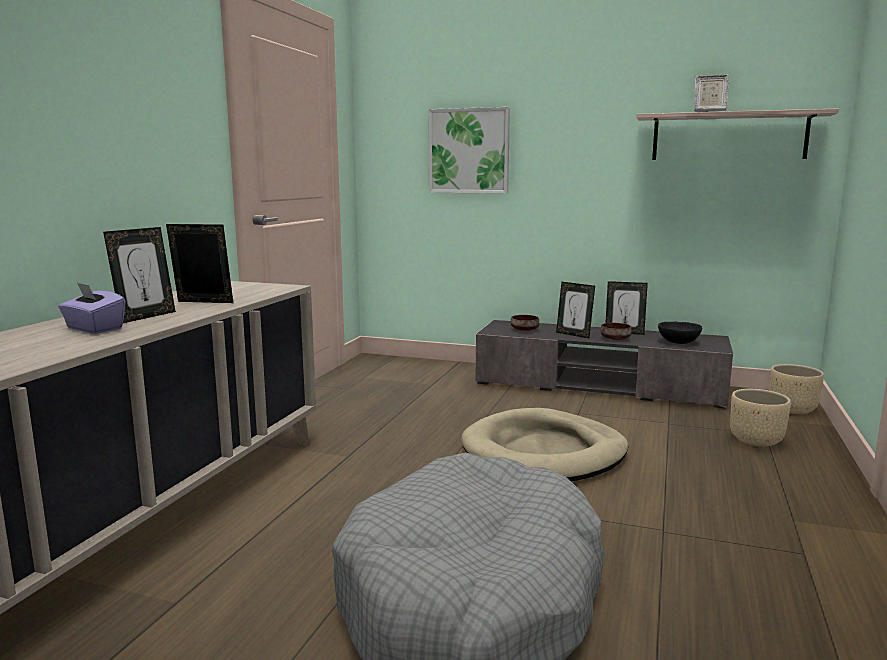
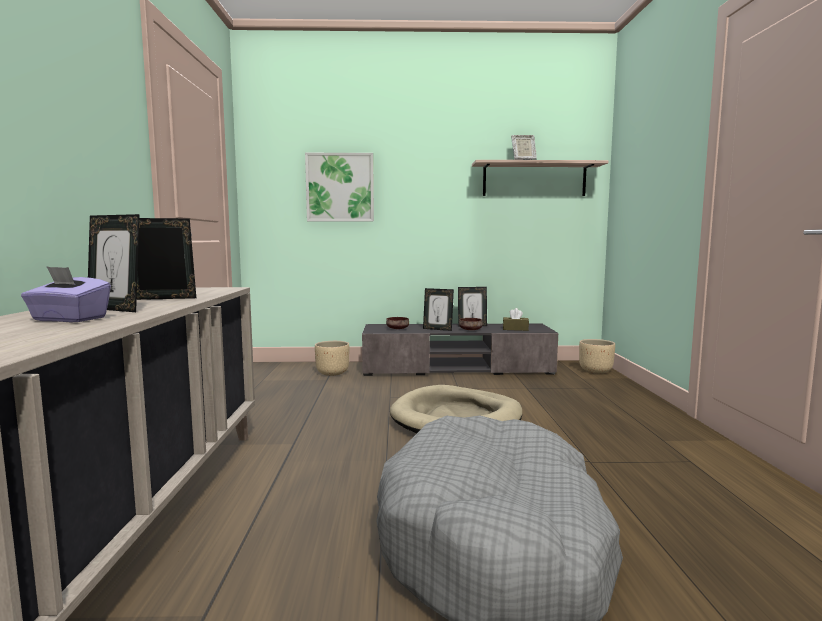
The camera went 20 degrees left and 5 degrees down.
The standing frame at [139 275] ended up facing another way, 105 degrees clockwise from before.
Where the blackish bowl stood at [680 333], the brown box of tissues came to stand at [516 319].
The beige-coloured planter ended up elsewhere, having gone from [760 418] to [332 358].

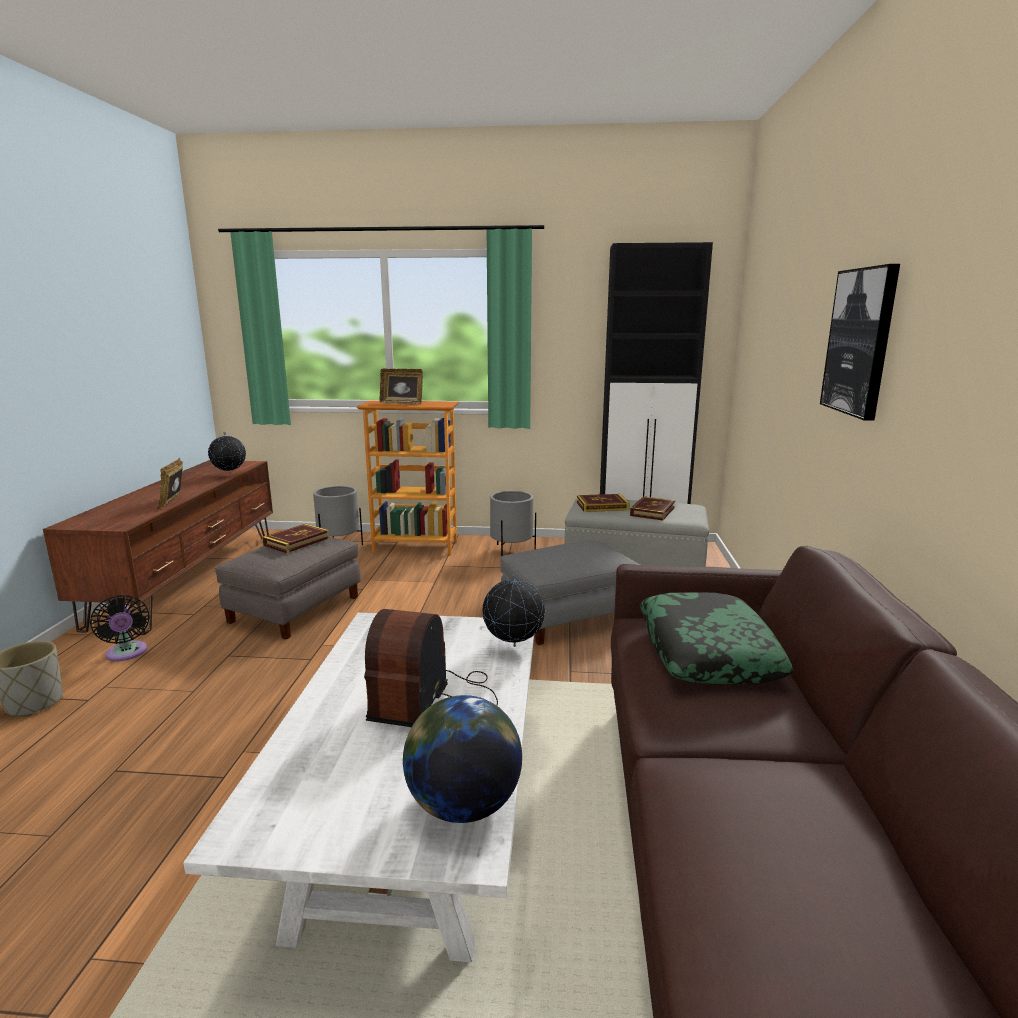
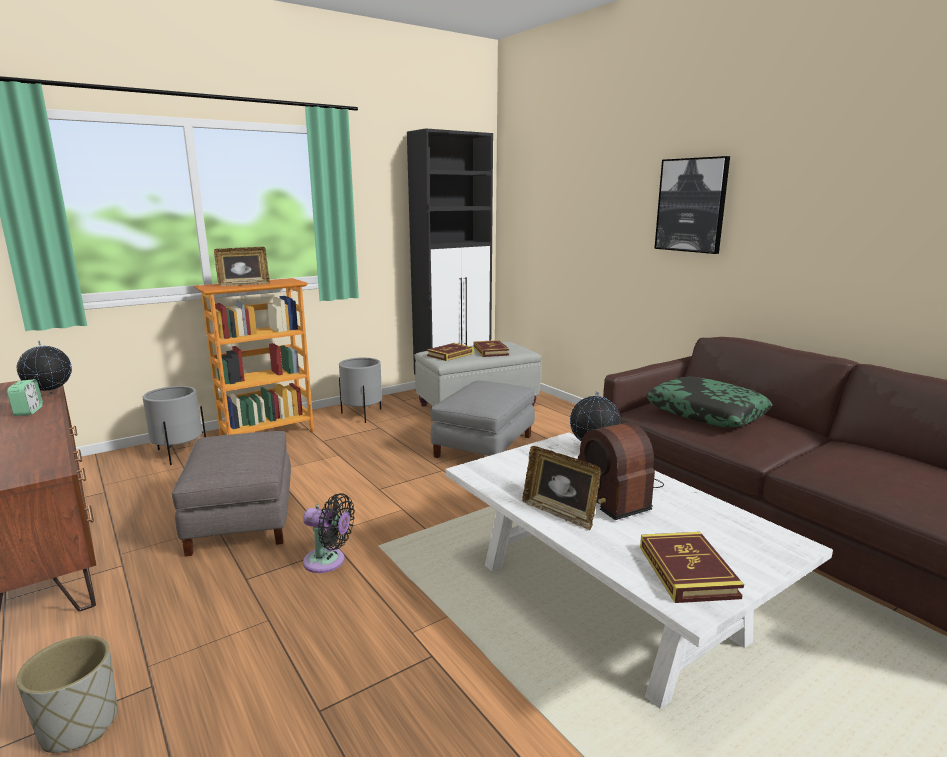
The camera went 40 degrees left and 0 degrees up.
The blackish fan ended up elsewhere, having gone from [120 628] to [329 533].
The standing frame ended up elsewhere, having gone from [170 483] to [561 488].
The book ended up elsewhere, having gone from [296 538] to [692 567].
The second view lost the desk globe at [462 759].
The second view gained the alarm clock at [25 397].

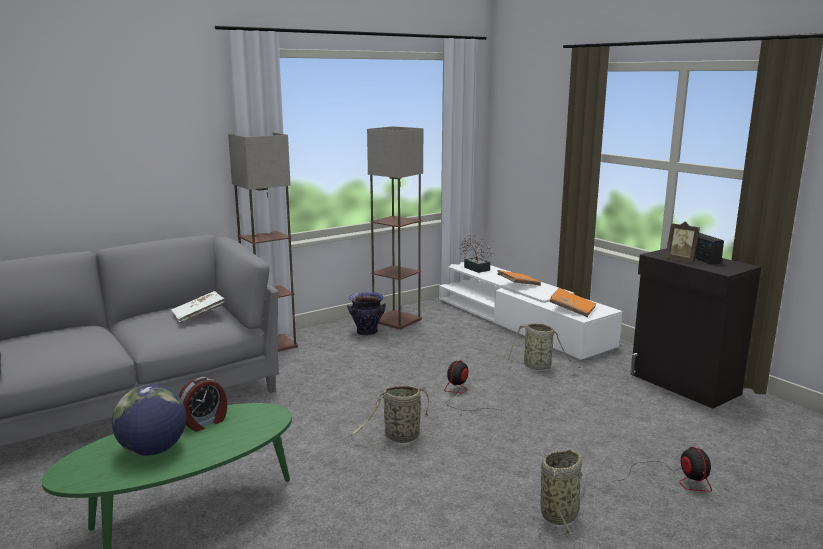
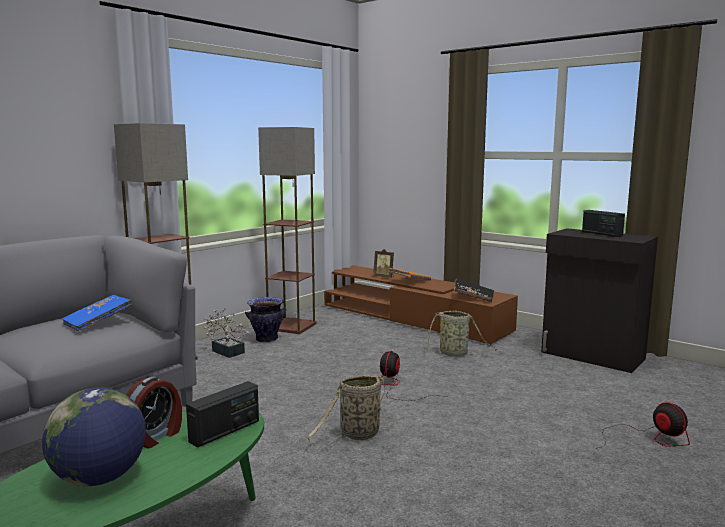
The camera went 15 degrees left and 5 degrees down.
What was the whitish book at [198 307] turned into the blue book at [97 313].
What was the whitish media console at [530 311] turned into the brown media console at [421 304].
The plant in a pot ended up elsewhere, having gone from [476 253] to [226 333].
The second view lost the household basket at [560 492].
What was the orange book at [572 302] turned into the blackish book at [474 290].
The standing frame ended up elsewhere, having gone from [683 241] to [383 263].
The second view gained the radio set at [222 414].

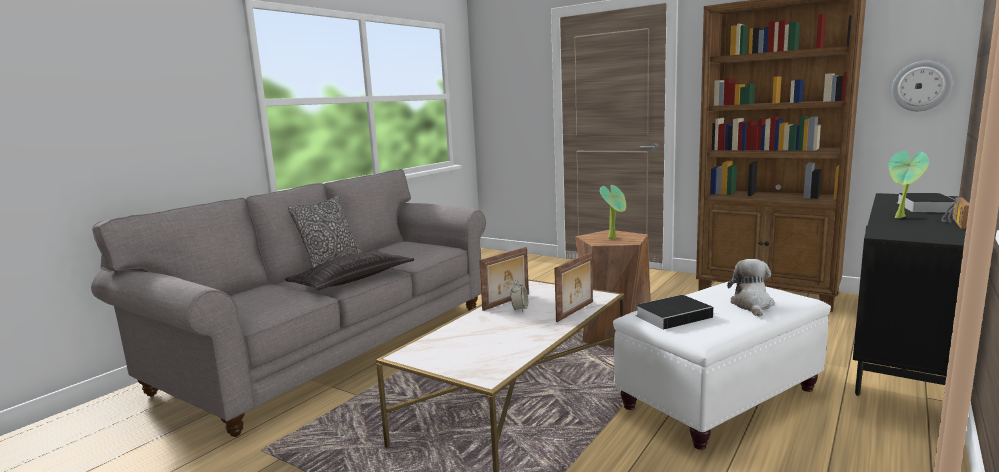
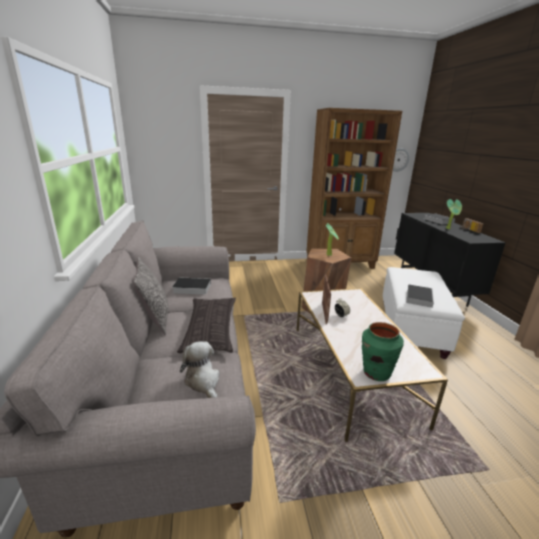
The camera went 45 degrees left and 10 degrees up.
The second view lost the standing frame at [573 287].
The plush toy ended up elsewhere, having gone from [751 288] to [200 369].
The second view gained the book at [191 286].
The second view gained the greenish flower vase at [383 351].

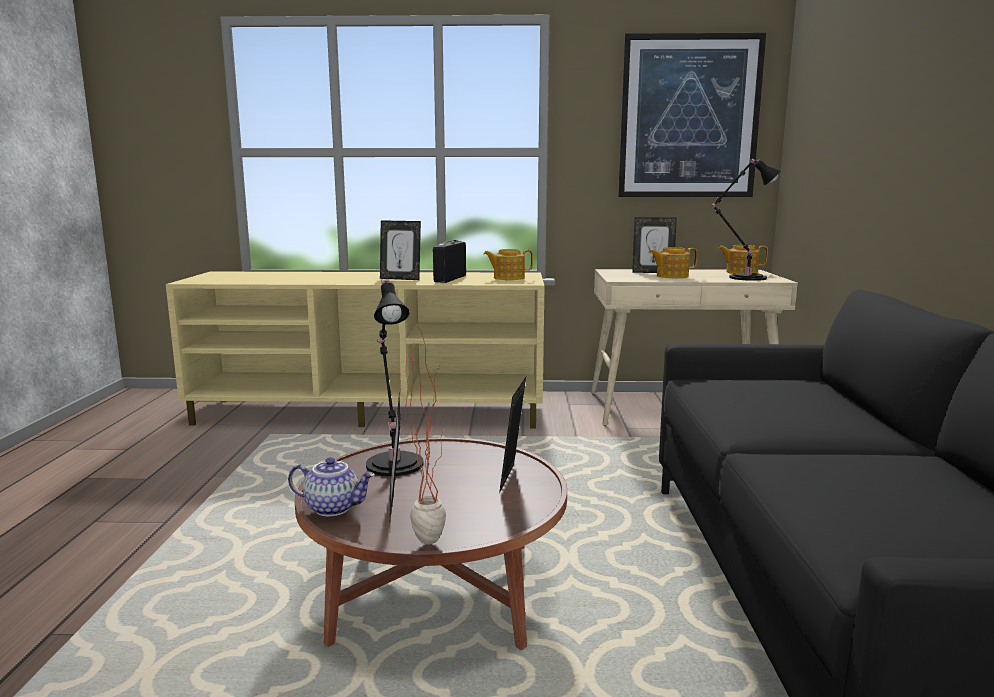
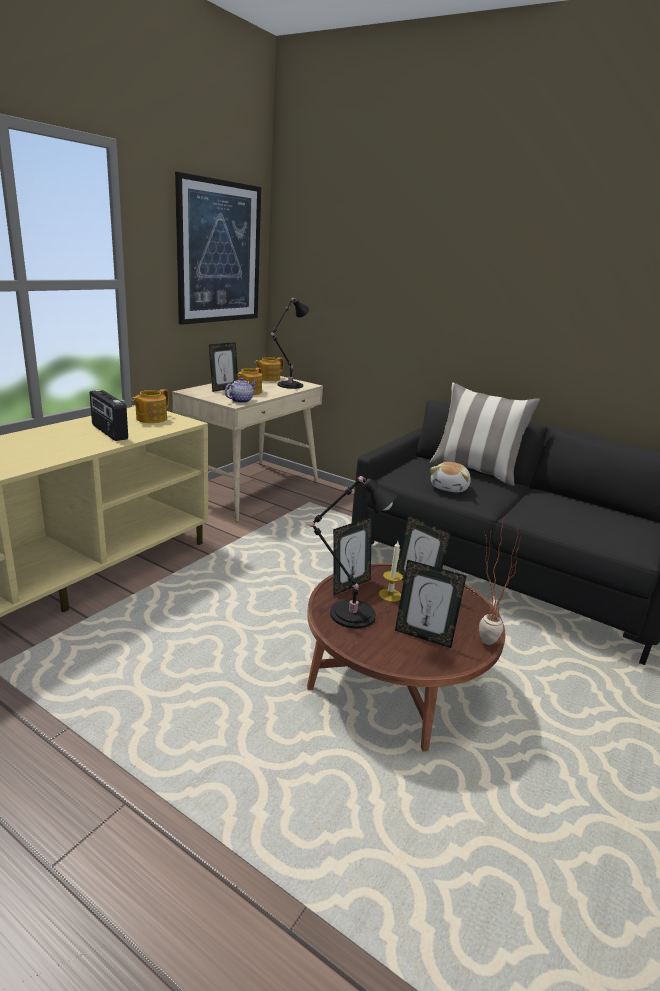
The camera went 60 degrees left and 10 degrees up.
The pot for tea ended up elsewhere, having gone from [331 486] to [240 390].
The standing frame ended up elsewhere, having gone from [400 250] to [352 556].
The second view gained the wax light at [391 571].
The second view gained the pillow at [485 434].
The second view gained the plush toy at [450 477].

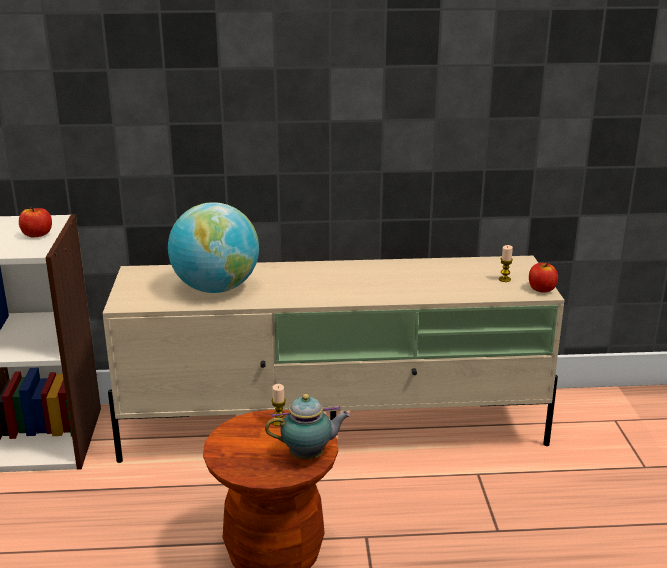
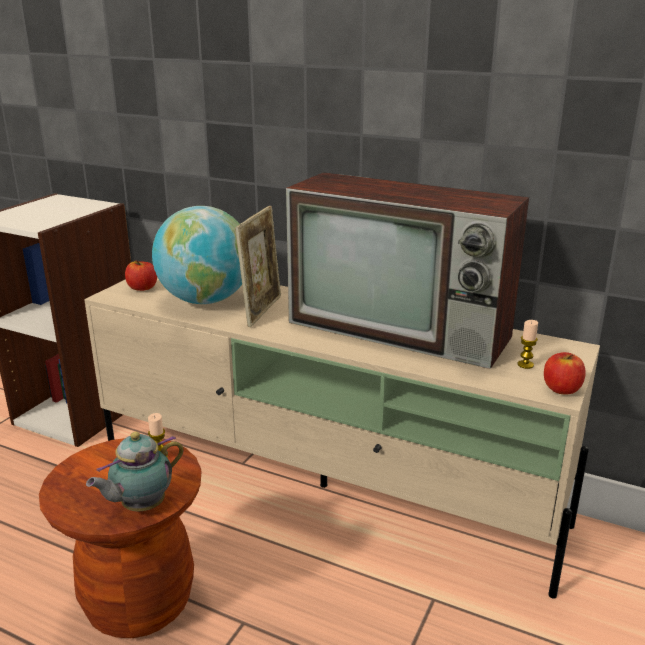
The camera went 30 degrees right and 0 degrees up.
The apple ended up elsewhere, having gone from [35 222] to [141 275].
The pot for tea at [307 427] ended up facing another way, 120 degrees clockwise from before.
The second view gained the standing frame at [258 266].
The second view gained the television at [407 270].

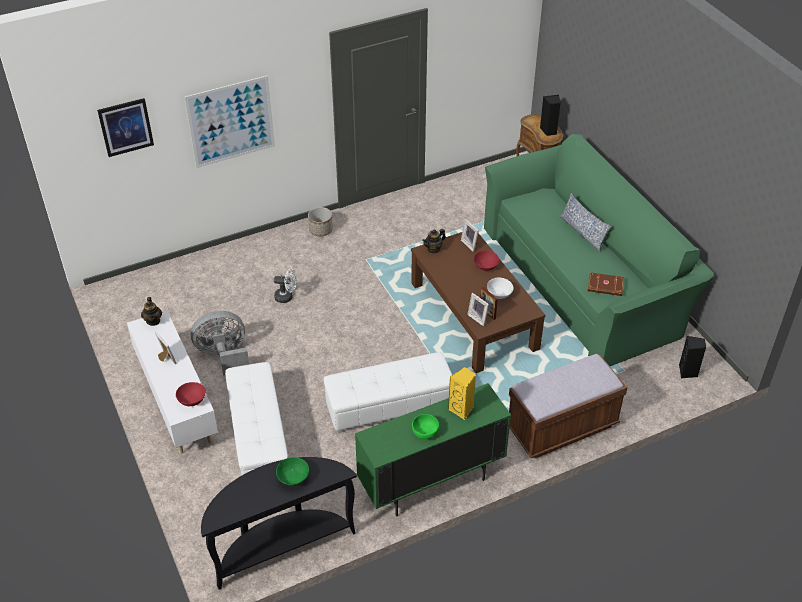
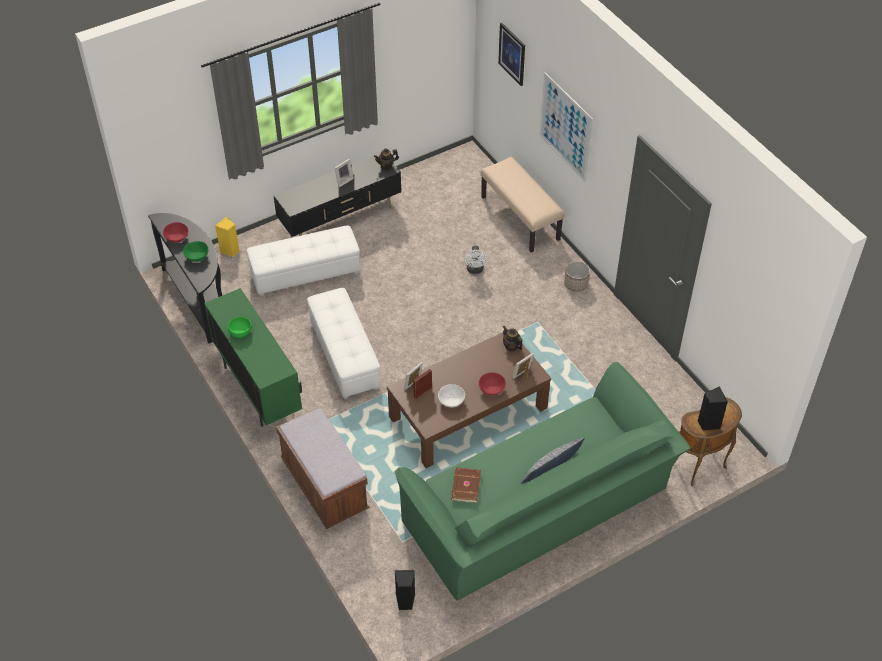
The camera went 85 degrees right and 5 degrees up.
What was the whitish media console at [172 381] turned into the blackish media console at [337 195].
The red-coloured bowl ended up elsewhere, having gone from [191 394] to [175 232].
The second view lost the greyish fan at [220 343].
The yellow-coloured loudspeaker ended up elsewhere, having gone from [462 393] to [227 237].
The second view gained the beige-coloured long seat at [522 205].

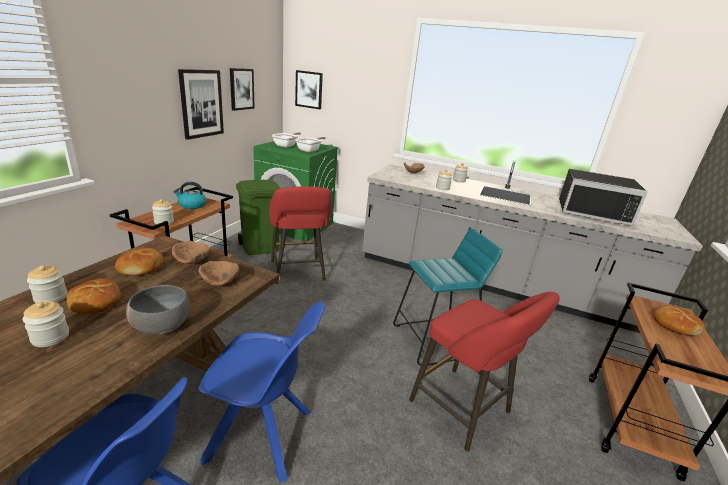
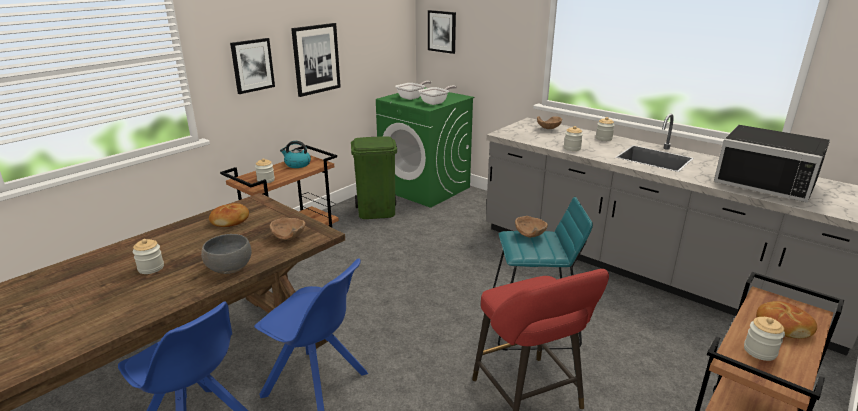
The camera went 20 degrees right and 0 degrees up.
The preserve jar ended up elsewhere, having gone from [47 284] to [764 339].
The second view lost the bakery bread at [93 296].
The brown bowl ended up elsewhere, having gone from [191 252] to [531 227].
The wall art ended up elsewhere, having gone from [242 89] to [252 66].
The second view lost the red-coloured sitting stool at [300 235].

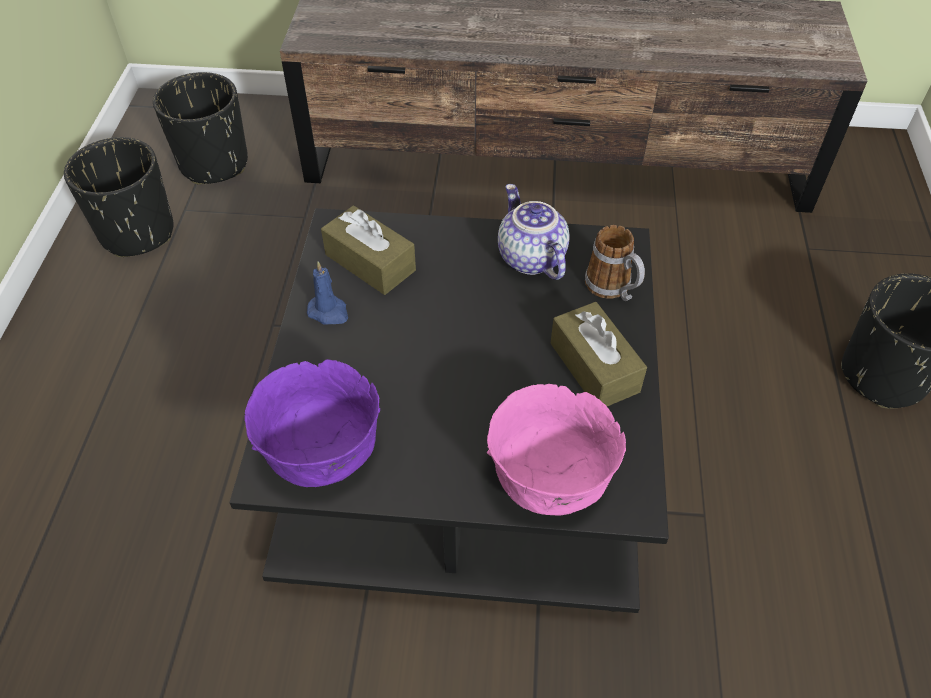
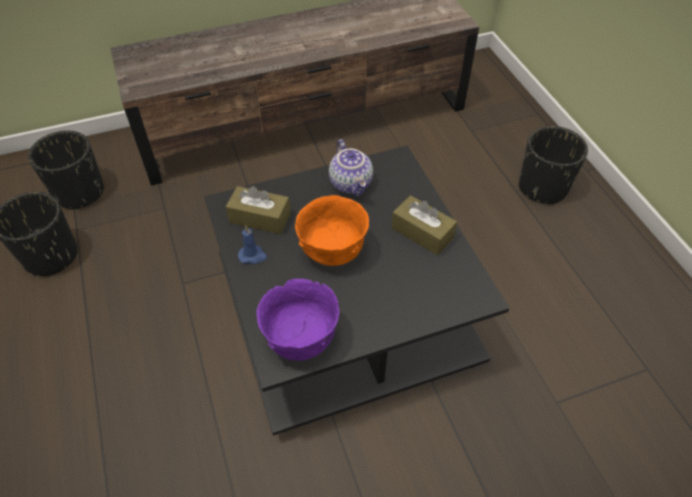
The camera went 25 degrees left and 0 degrees up.
The second view lost the pinkish bowl at [556 450].
The pot for tea at [534 232] ended up facing another way, 150 degrees counterclockwise from before.
The second view lost the coffee mug at [615 263].
The second view gained the orange bowl at [332 230].

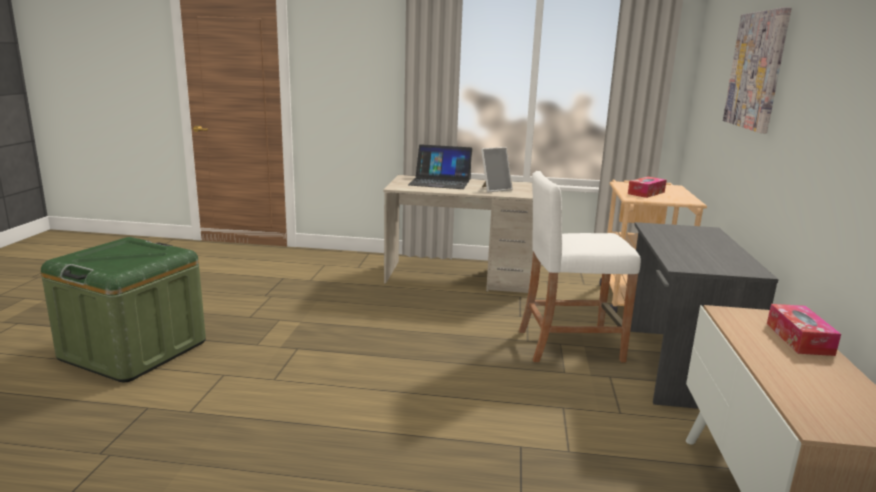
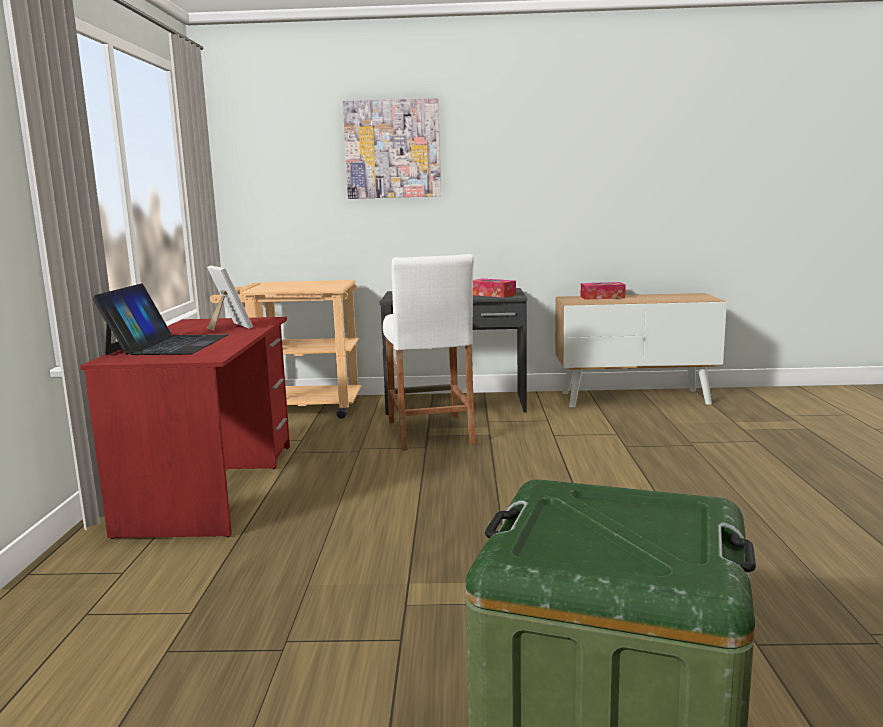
The camera went 95 degrees left and 5 degrees down.
What was the beige-coloured desk table at [458 234] turned into the red-coloured desk table at [185 428].
The box of tissues ended up elsewhere, having gone from [647 187] to [494 288].

